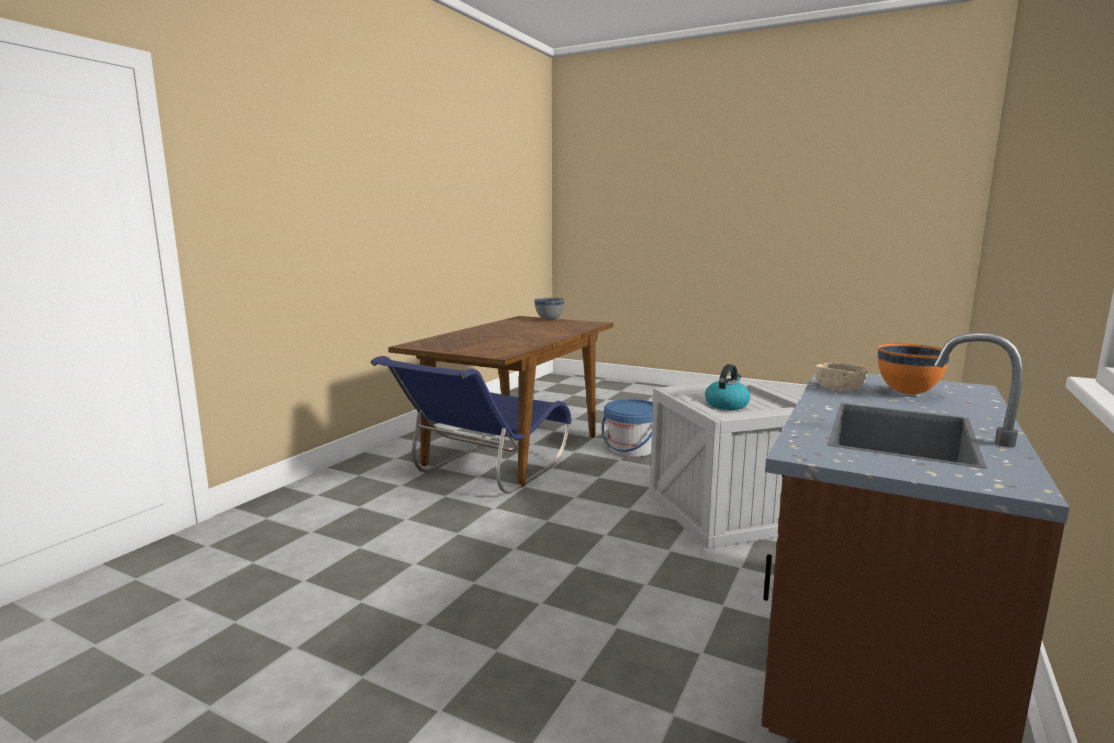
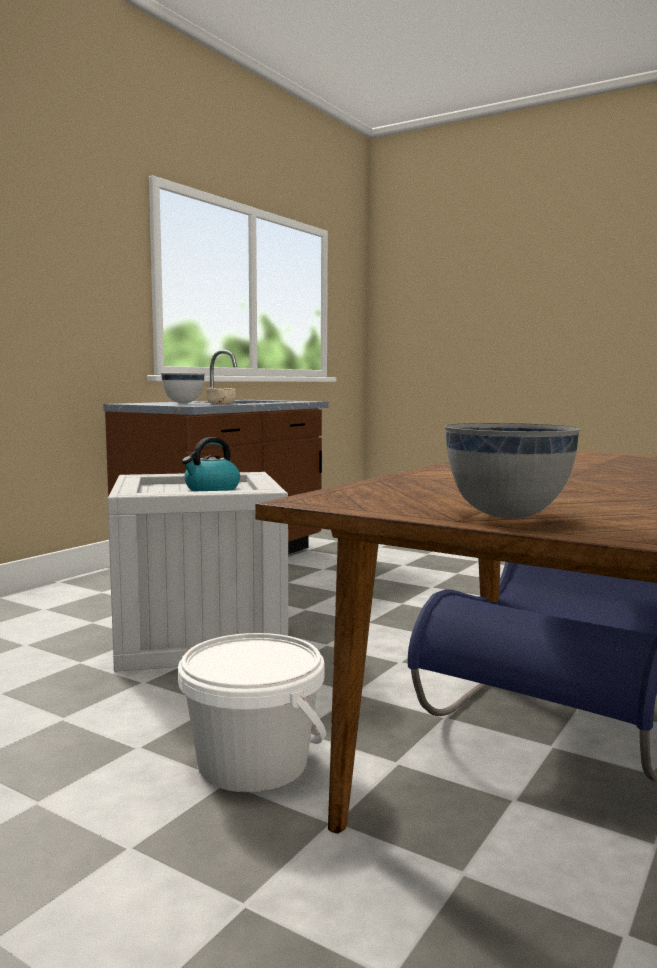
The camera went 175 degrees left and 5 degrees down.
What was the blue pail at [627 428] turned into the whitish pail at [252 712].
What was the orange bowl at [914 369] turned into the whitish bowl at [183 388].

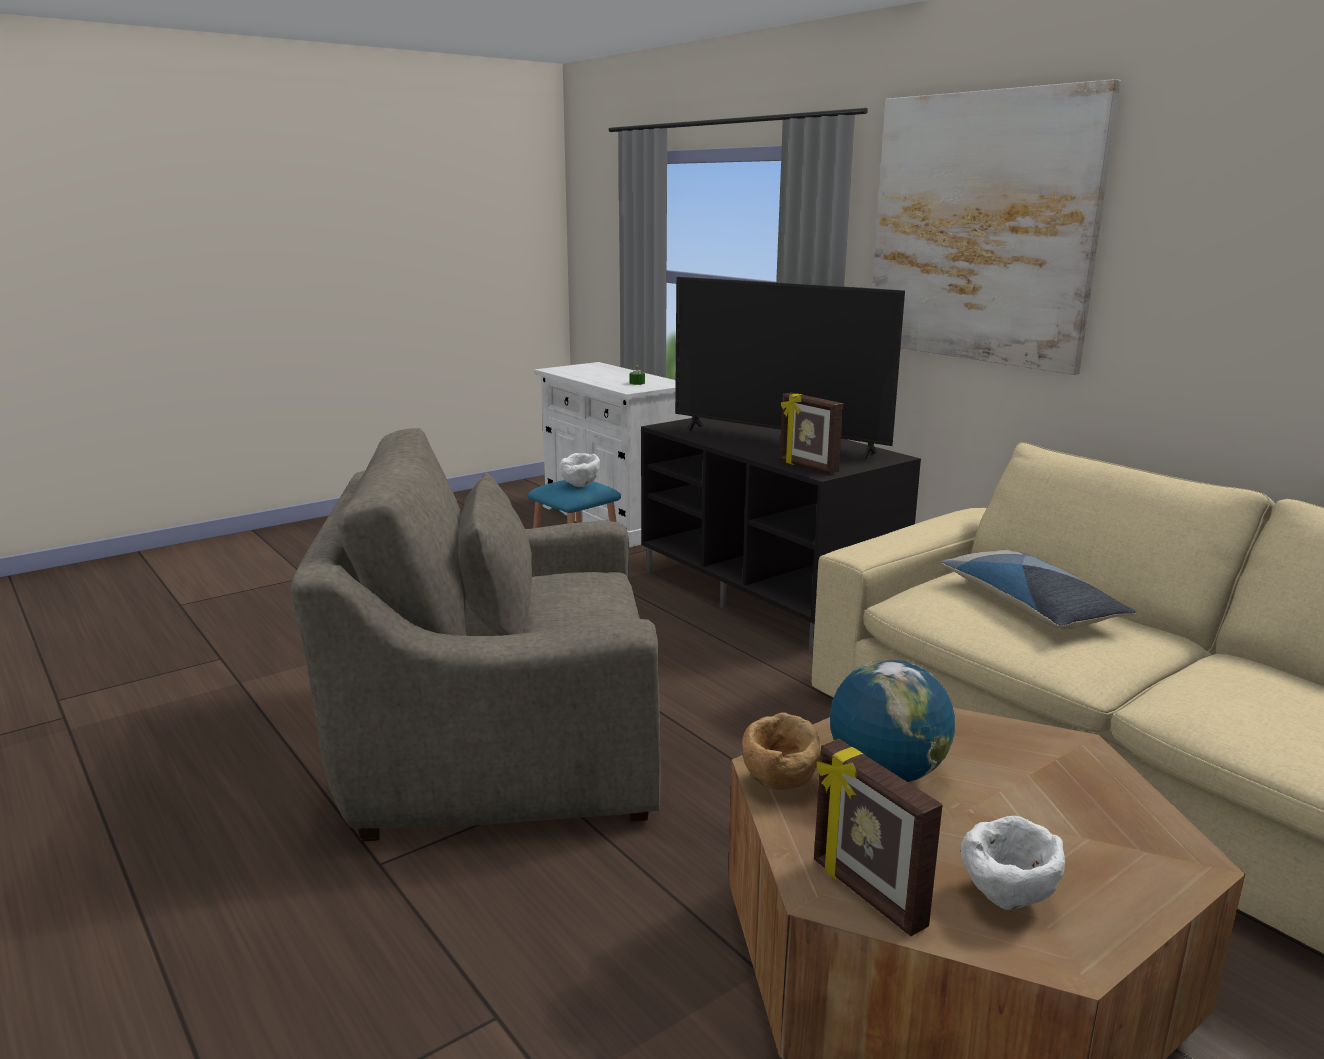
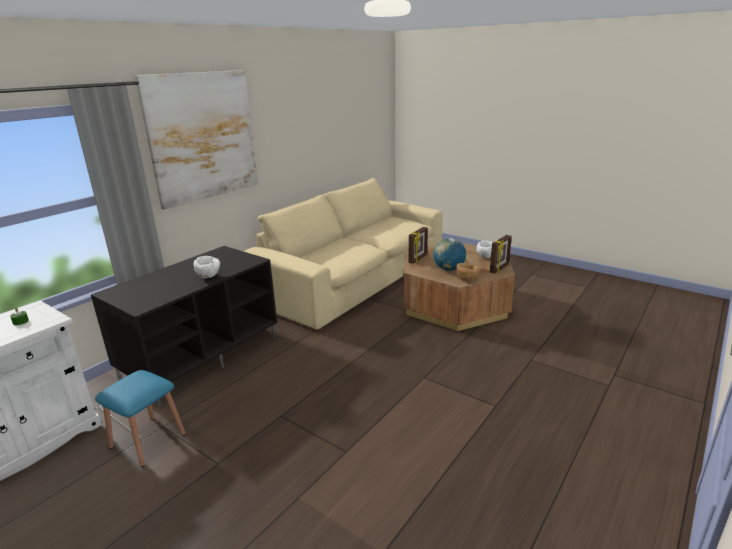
The camera went 105 degrees left and 5 degrees up.
The second view lost the greyish armchair at [476 635].
The whitish bowl ended up elsewhere, having gone from [579 470] to [206 267].
The second view lost the television at [790 368].
The standing frame ended up elsewhere, having gone from [811 433] to [418 245].
The second view lost the pillow at [1038 589].

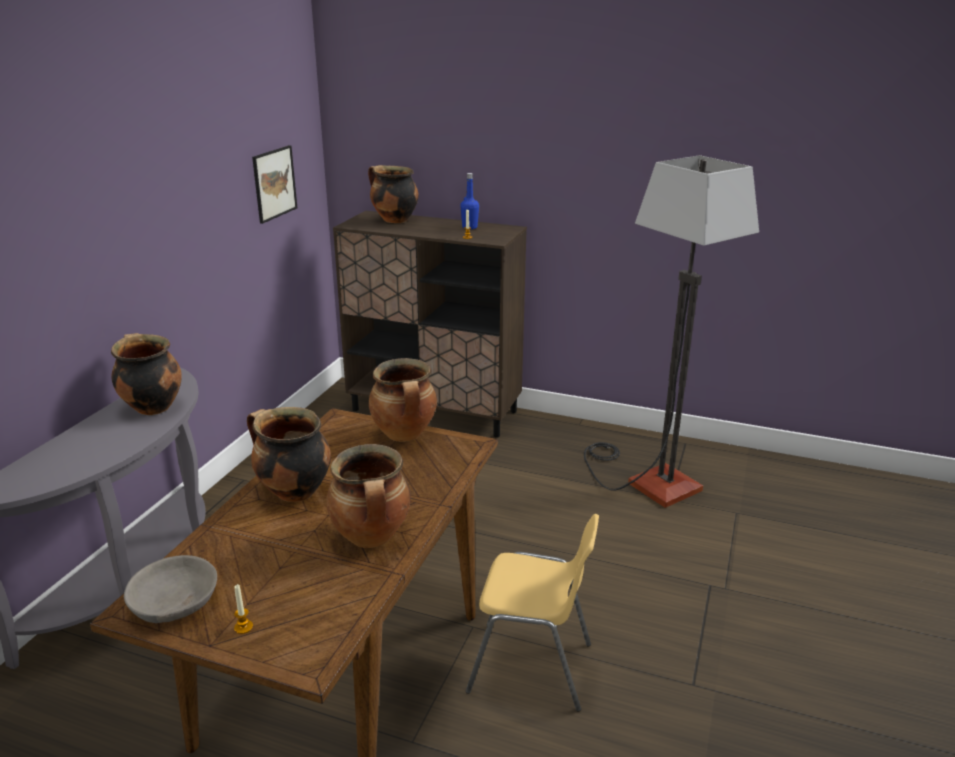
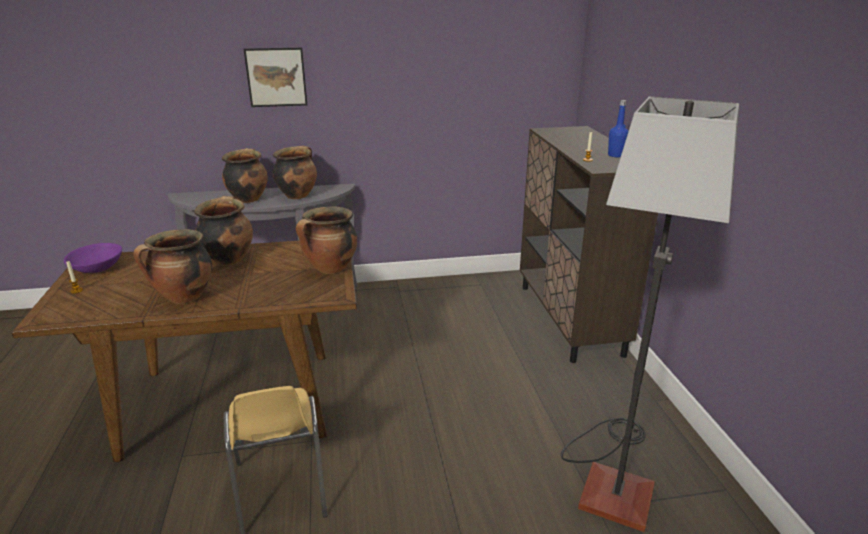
The camera went 60 degrees right and 0 degrees up.
What was the greyish bowl at [170 589] turned into the purple bowl at [93 258].
The wall art ended up elsewhere, having gone from [274 184] to [275 77].
The saucepot ended up elsewhere, having gone from [393 194] to [245 175].

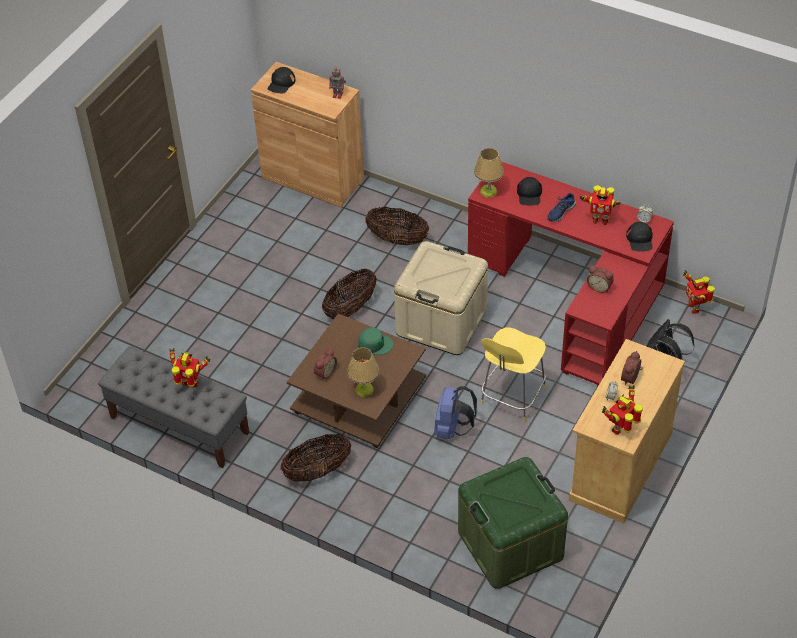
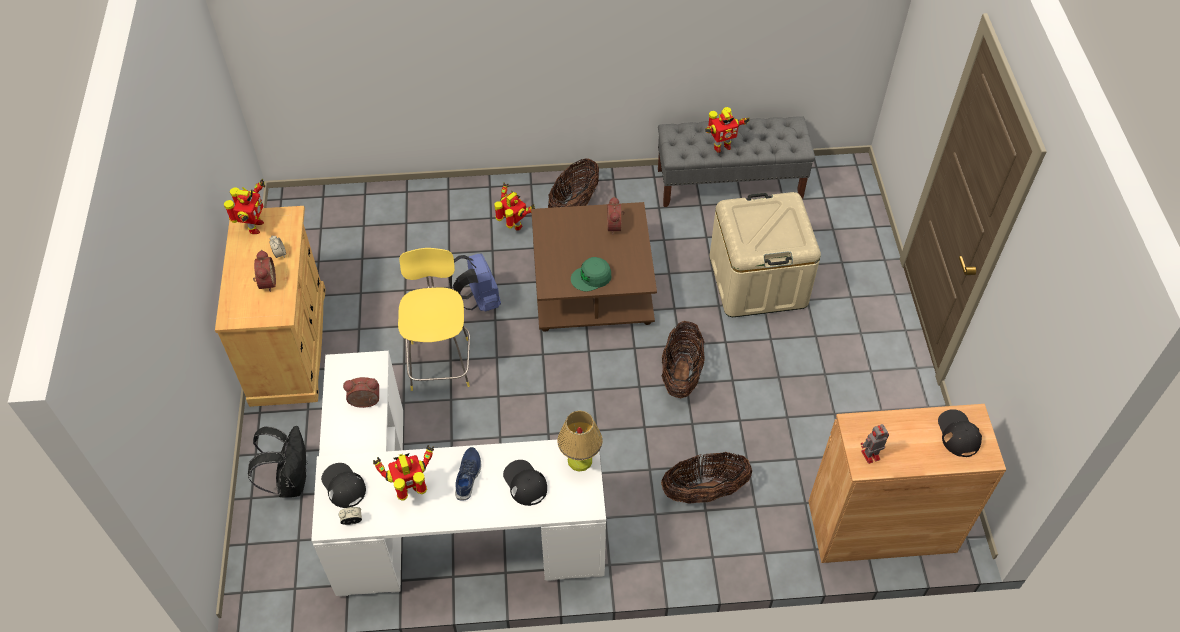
The camera went 145 degrees right and 5 degrees up.
The second view lost the tabletop lamp at [363 372].
The beige-coloured storage box ended up elsewhere, having gone from [441 298] to [765 254].
The second view lost the greenish storage box at [513 523].
What was the red-coloured desk table at [571 274] turned into the whitish desk table at [458 474].
The toy robot ended up elsewhere, having gone from [699 292] to [514 206].

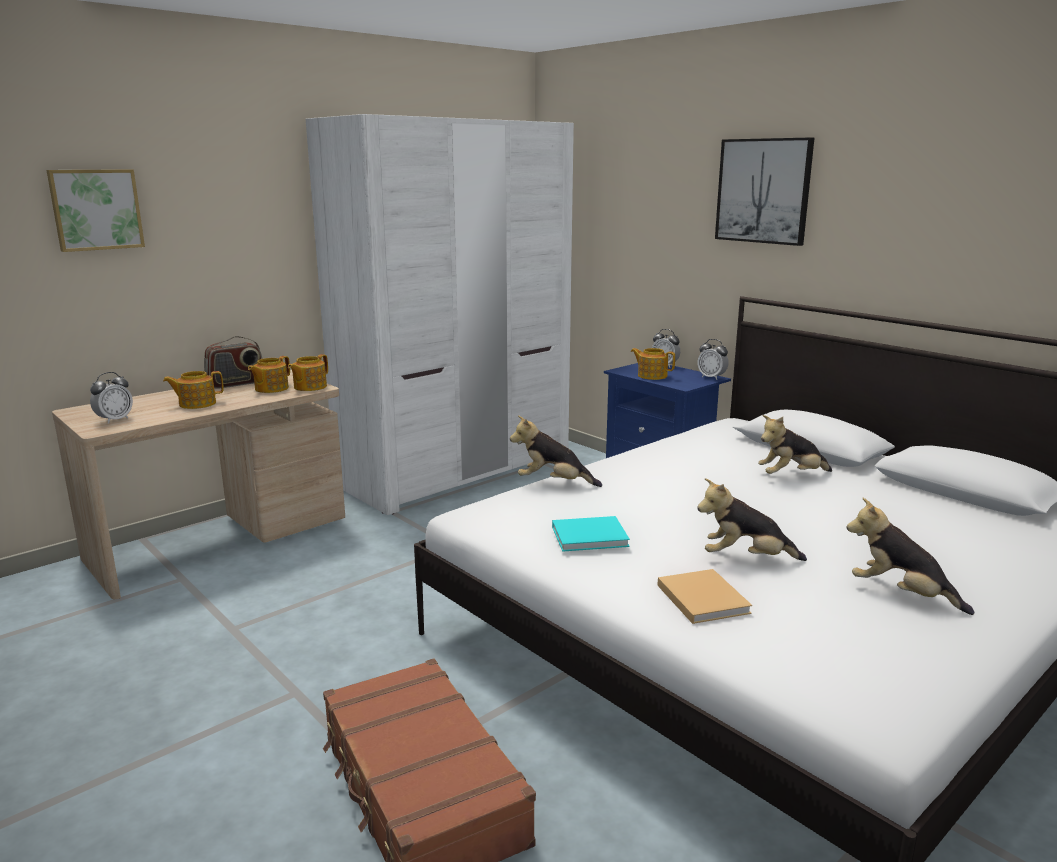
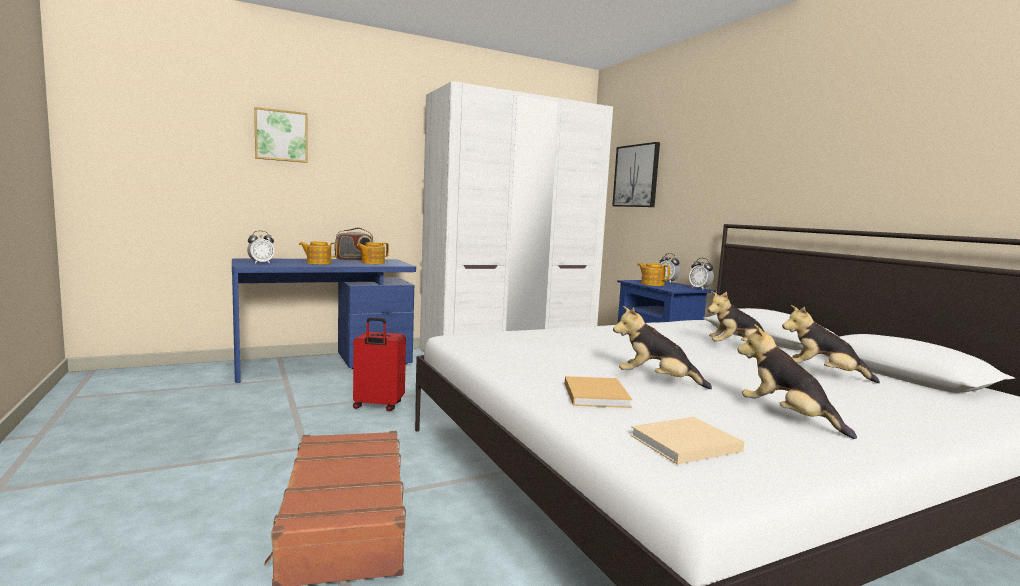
The camera went 15 degrees right and 10 degrees down.
What was the beige-coloured desk table at [198 484] turned into the blue desk table at [324 320].
The second view lost the pot for tea at [308 372].
The plush toy ended up elsewhere, having gone from [556 451] to [831 344].
The second view lost the turquoise-coloured book at [591 534].
The wall art ended up elsewhere, having gone from [764 191] to [636 174].
The second view gained the red-coloured suitcase at [379 364].
The second view gained the beige-coloured book at [687 441].

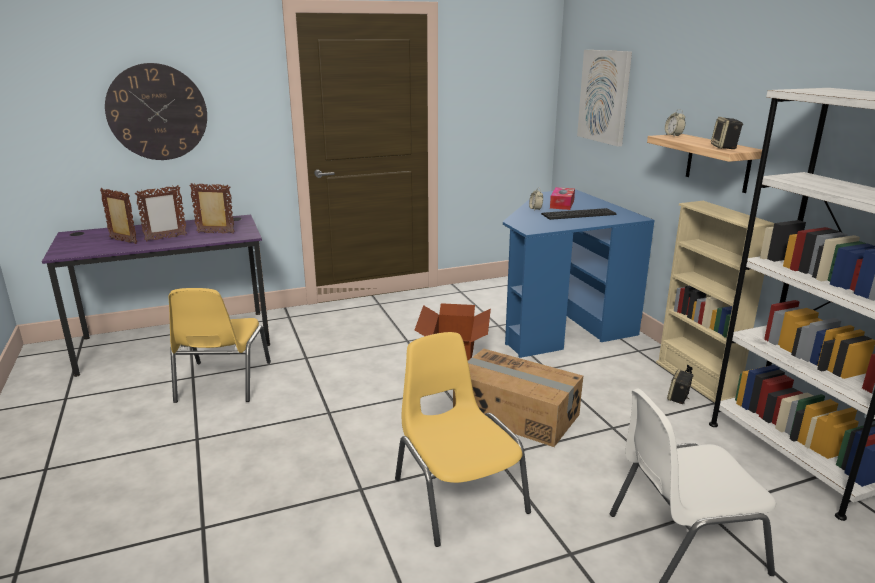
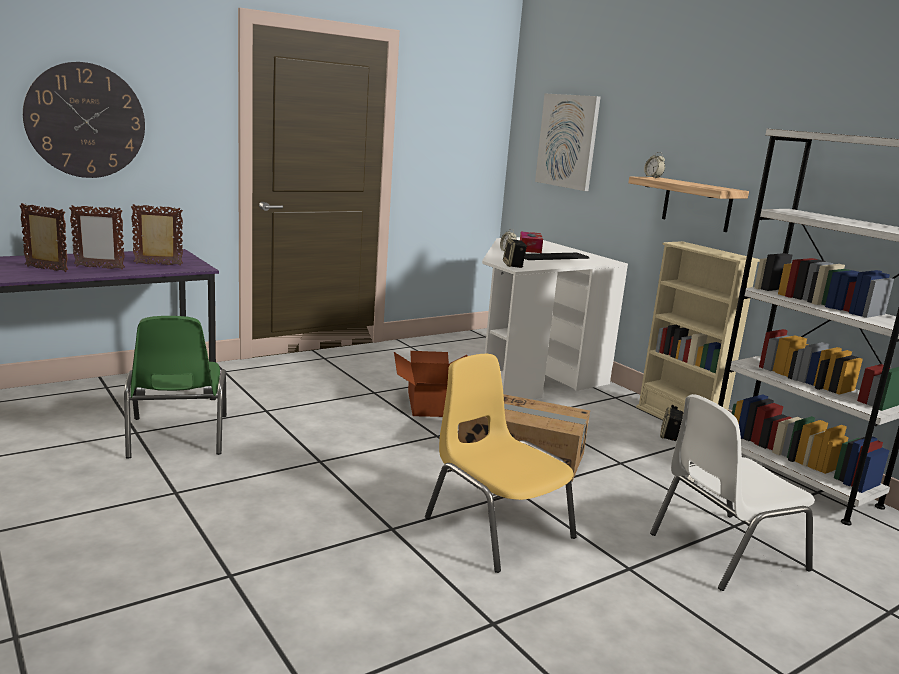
The camera went 15 degrees left and 5 degrees down.
The standing frame at [161 213] ended up facing another way, 45 degrees clockwise from before.
What was the yellow-coloured plain chair at [219 345] turned into the greenish plain chair at [175 387].
What was the blue desk table at [578 273] turned into the whitish desk table at [555 318].
The loudspeaker ended up elsewhere, having gone from [727 133] to [515 253].

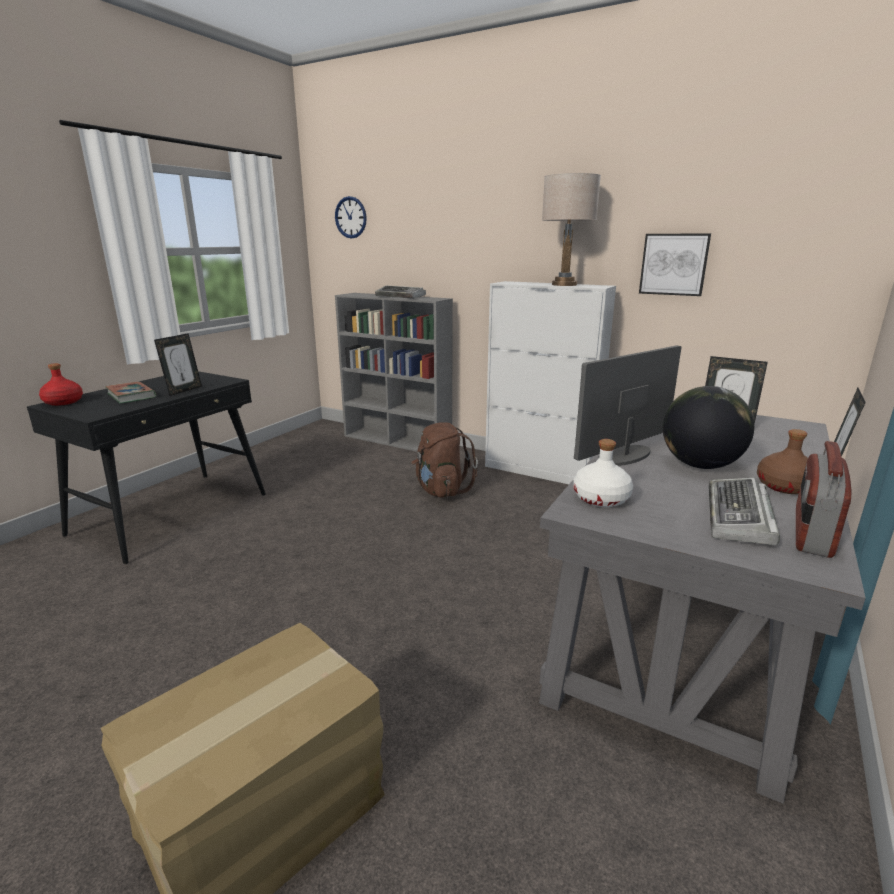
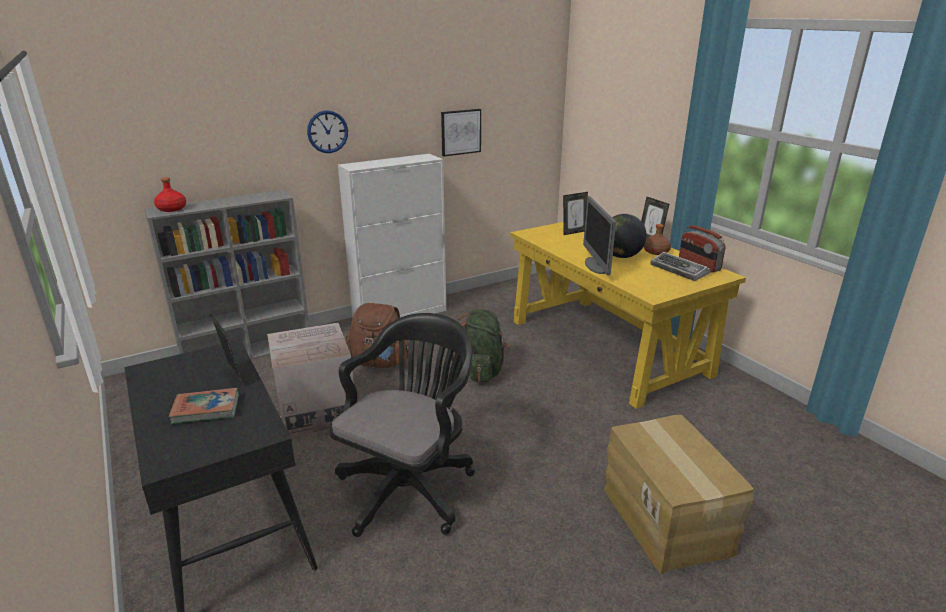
The camera went 60 degrees left and 5 degrees up.
The red-coloured bottle ended up elsewhere, having gone from [61 384] to [170 195].
The hanging clock ended up elsewhere, having gone from [351 217] to [327 131].
The second view lost the computer keyboard at [400 292].
What was the greyish desk table at [702 609] turned into the yellow-coloured desk table at [628 315].
The second view lost the beige-coloured tabletop lamp at [571 229].
The second view lost the whitish bottle at [603 473].
The second view gained the cardboard box at [310 380].
The second view gained the blackish office chair at [402 425].
The second view gained the greenish backpack at [481 346].

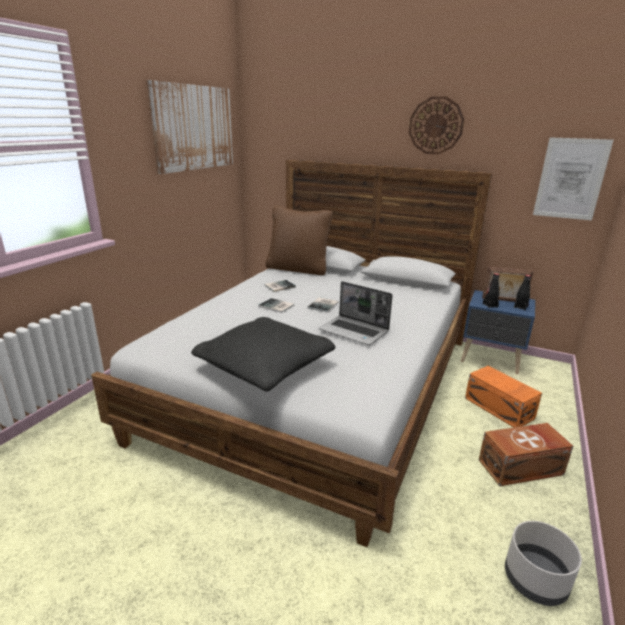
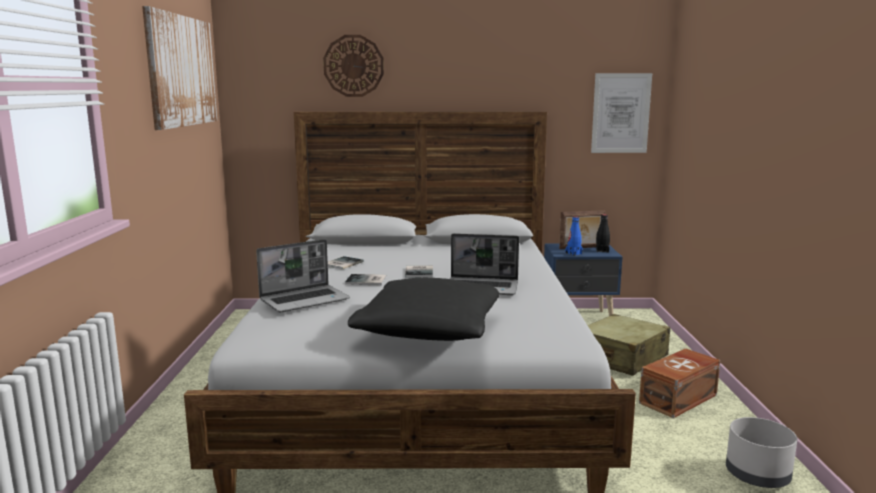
The camera went 25 degrees left and 10 degrees down.
The second view lost the brown pillow at [299 240].
The hanging clock ended up elsewhere, having gone from [436 125] to [353 66].
Where the orange storage box stood at [503 396], the beige-coloured suitcase came to stand at [629 345].
What was the blackish bottle at [491 290] turned into the blue bottle at [574 236].
The second view gained the portable computer at [303 275].

